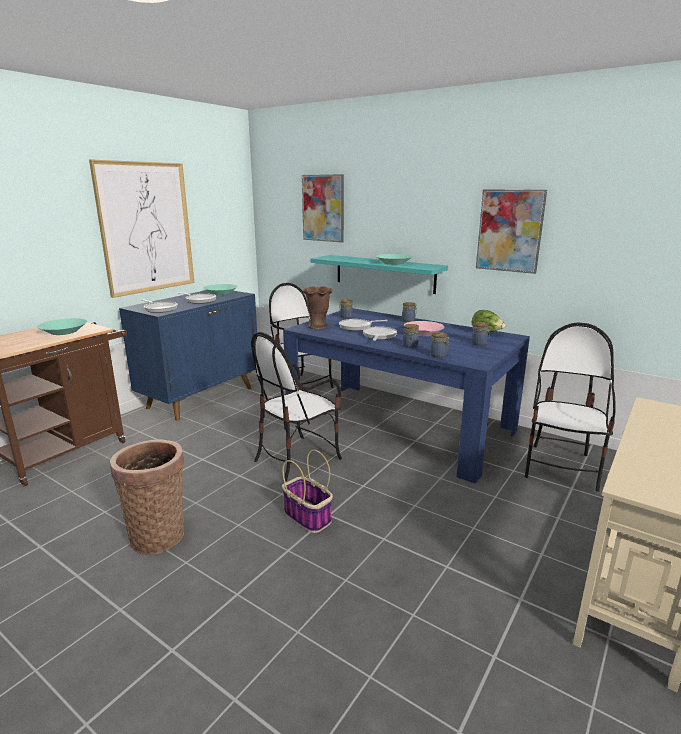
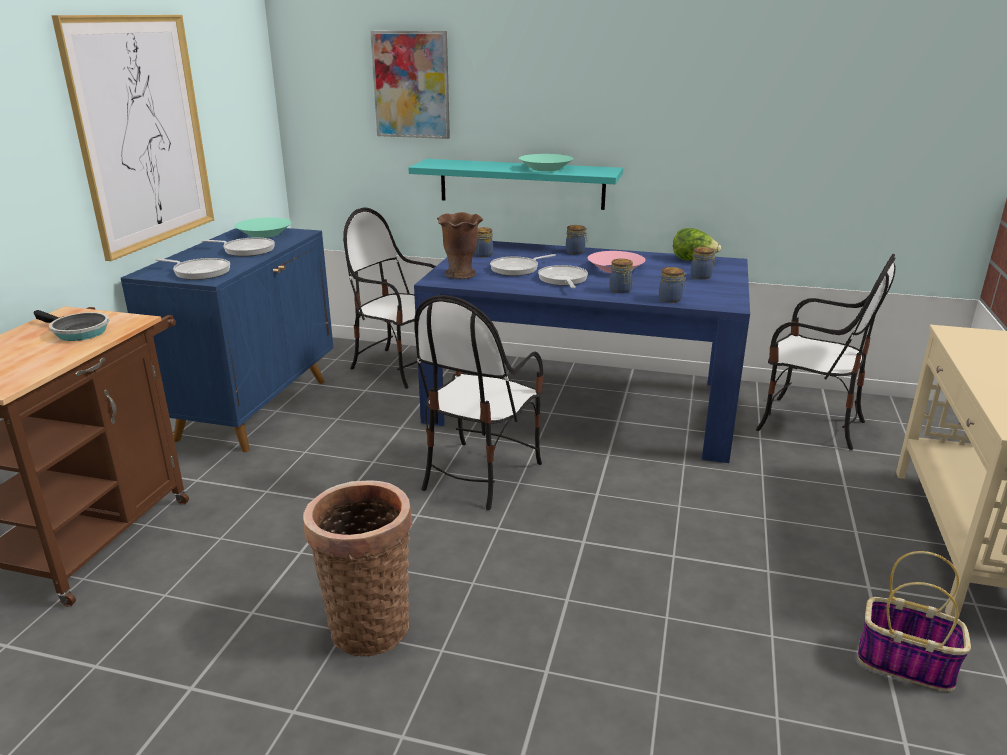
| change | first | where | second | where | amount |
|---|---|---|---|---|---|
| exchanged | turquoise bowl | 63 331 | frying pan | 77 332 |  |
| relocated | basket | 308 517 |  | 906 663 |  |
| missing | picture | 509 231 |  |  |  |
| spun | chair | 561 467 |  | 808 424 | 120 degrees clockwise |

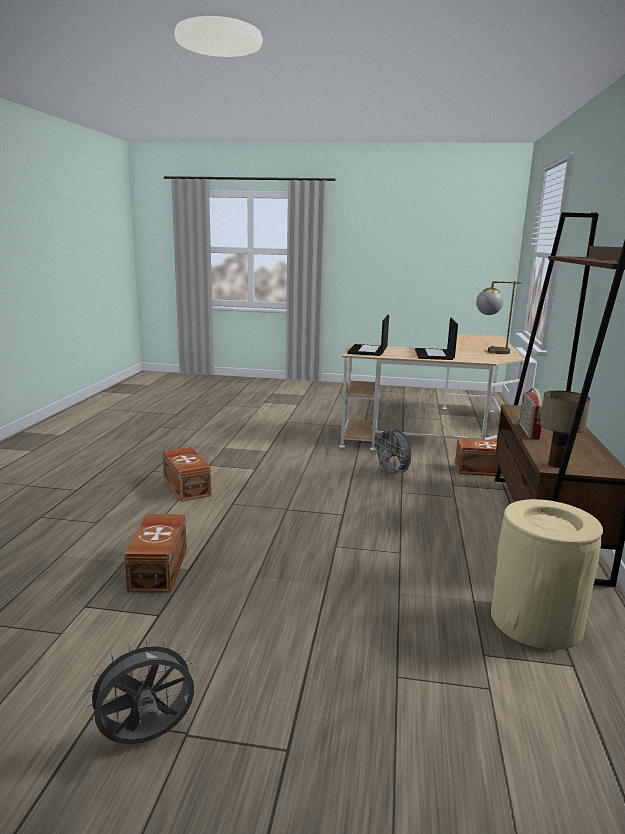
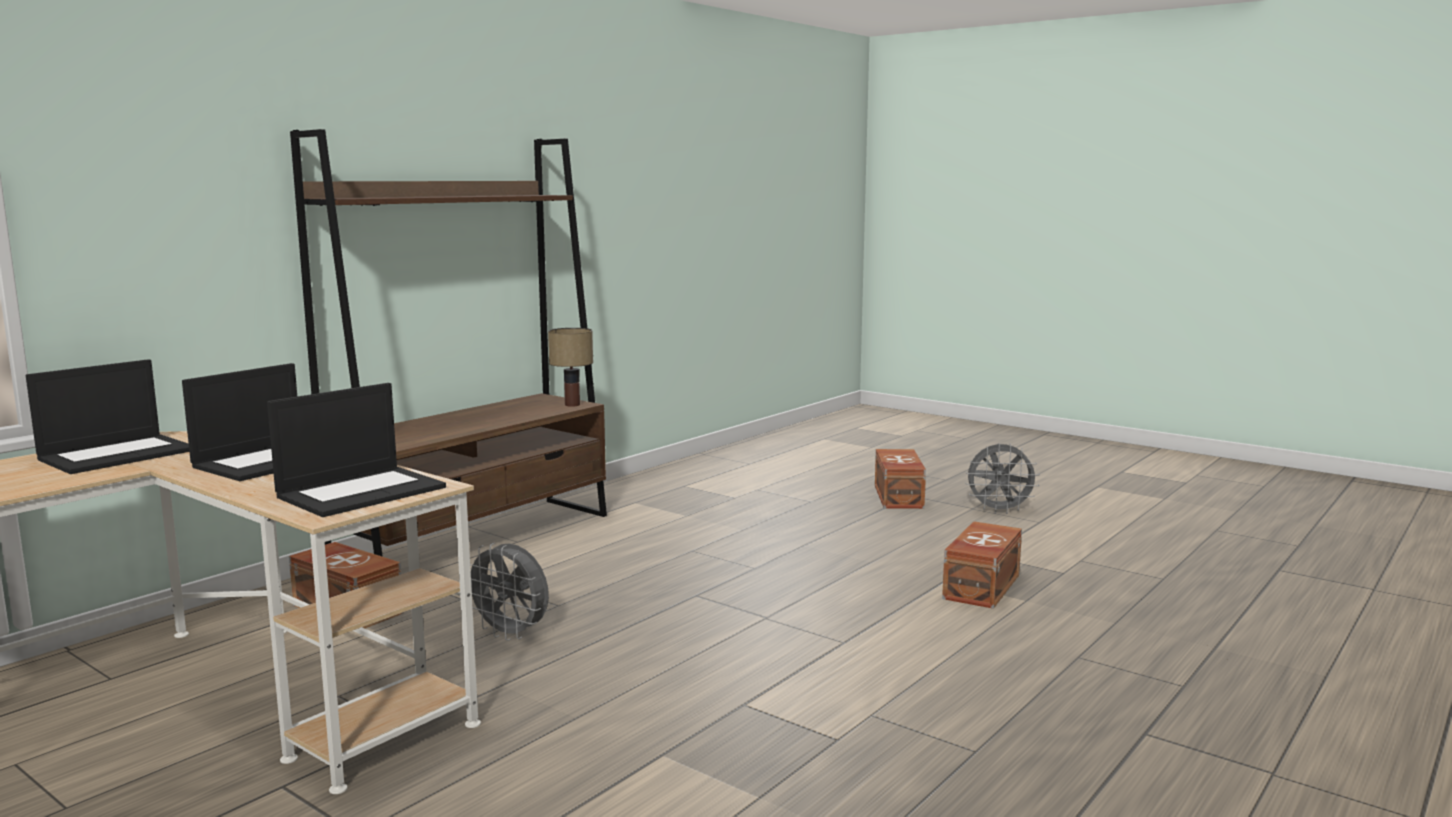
| change | first | where | second | where | amount |
|---|---|---|---|---|---|
| relocated | brown storage box | 187 486 |  | 897 497 |  |
| spun | grey fan | 392 474 |  | 511 634 | 120 degrees clockwise |
| exchanged | table lamp | 490 351 | laptop | 118 454 |  |
| missing | beige trash can | 536 621 |  |  |  |
| missing | radio | 528 431 |  |  |  |

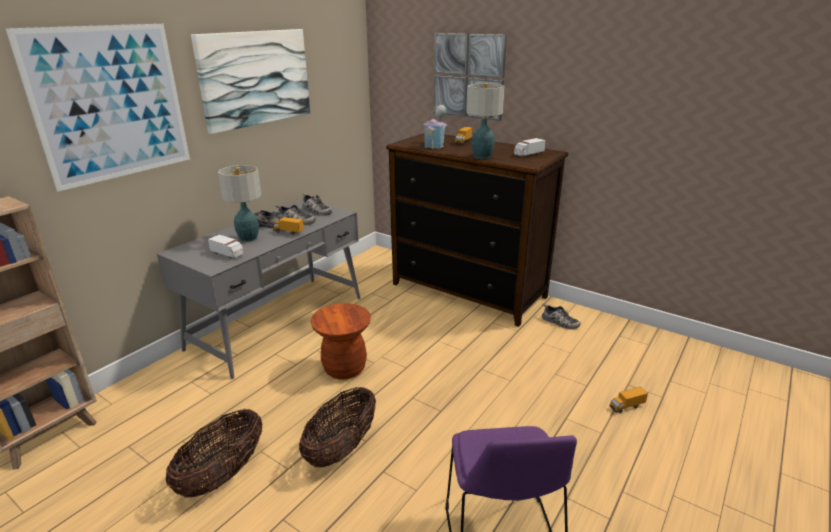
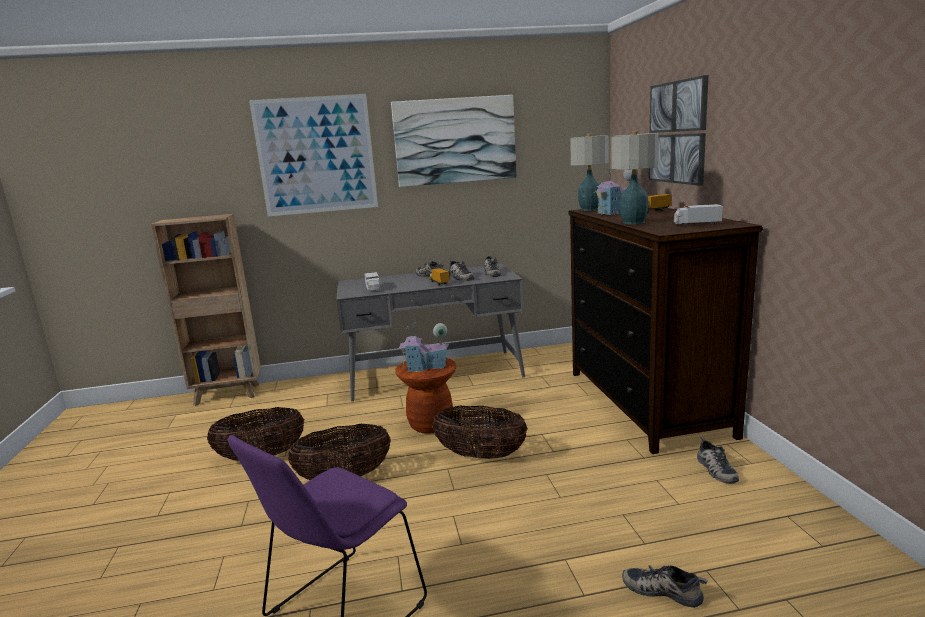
| change | first | where | second | where | amount |
|---|---|---|---|---|---|
| relocated | table lamp | 248 238 |  | 589 209 |  |
| exchanged | toy truck | 626 406 | shoe | 663 590 |  |
| appeared |  |  | toy house | 425 367 |  |
| appeared |  |  | basket | 480 455 |  |

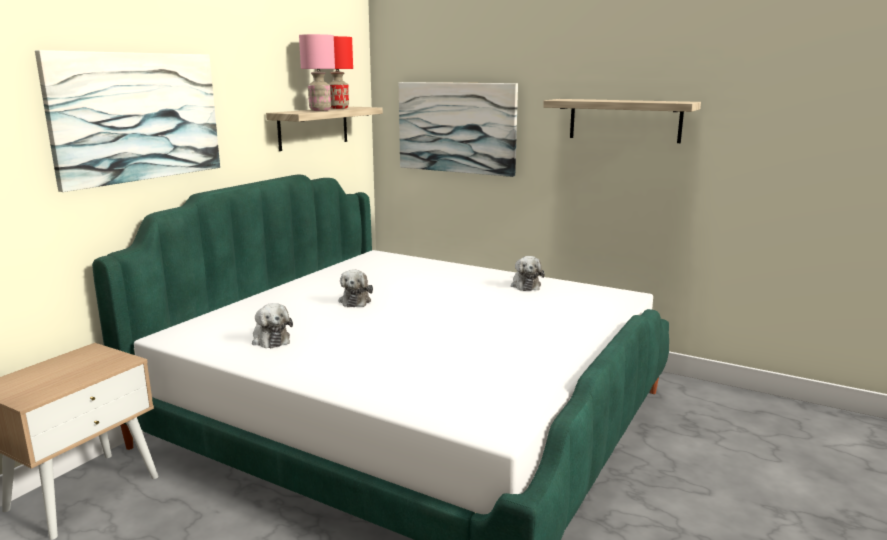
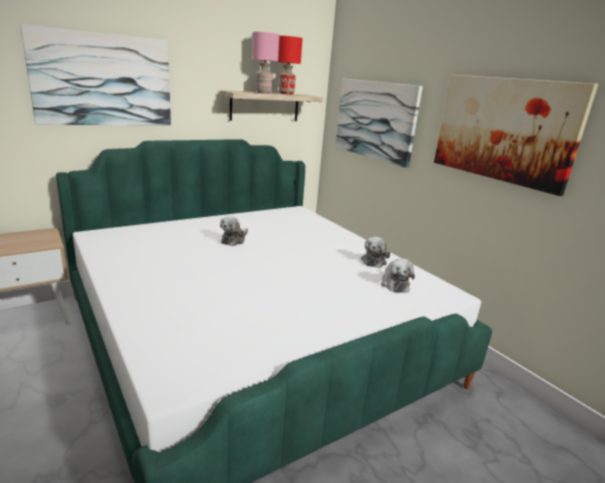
| change | first | where | second | where | amount |
|---|---|---|---|---|---|
| relocated | plush toy | 270 339 |  | 394 284 |  |
| exchanged | shelf | 624 120 | picture | 503 129 |  |

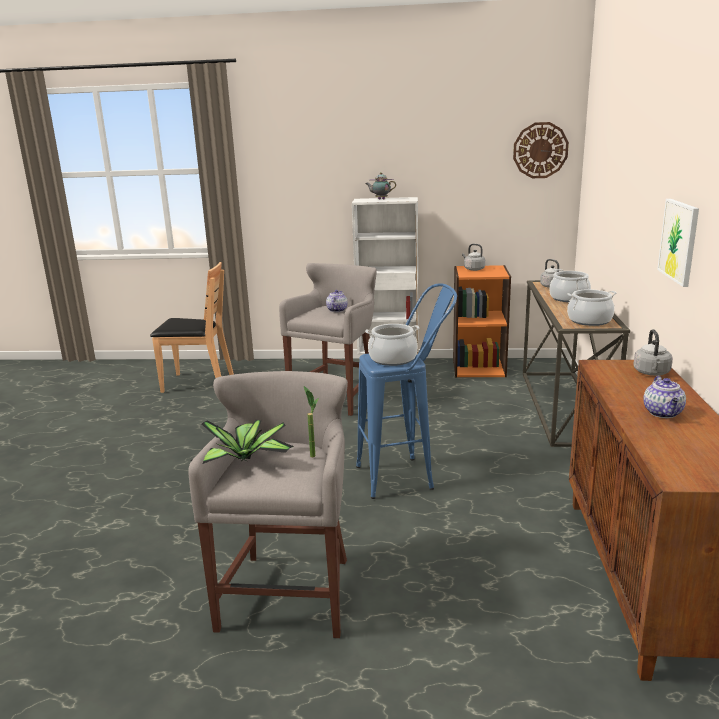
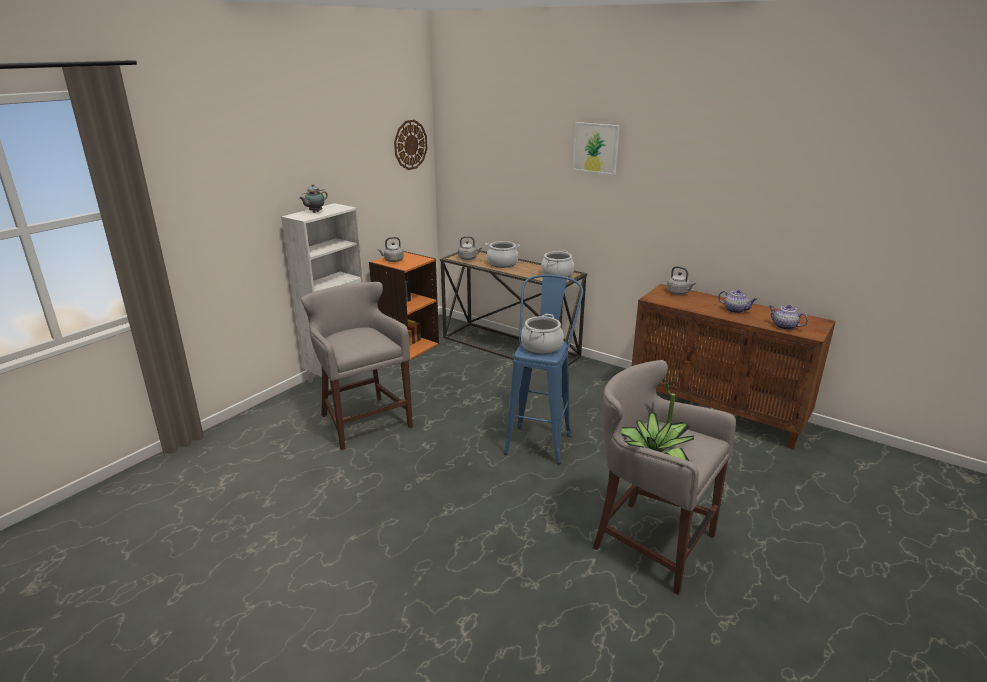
| change | first | where | second | where | amount |
|---|---|---|---|---|---|
| missing | brown chair | 197 383 |  |  |  |
| relocated | teapot | 337 310 |  | 784 326 |  |
| relocated | picture | 679 241 |  | 596 148 |  |

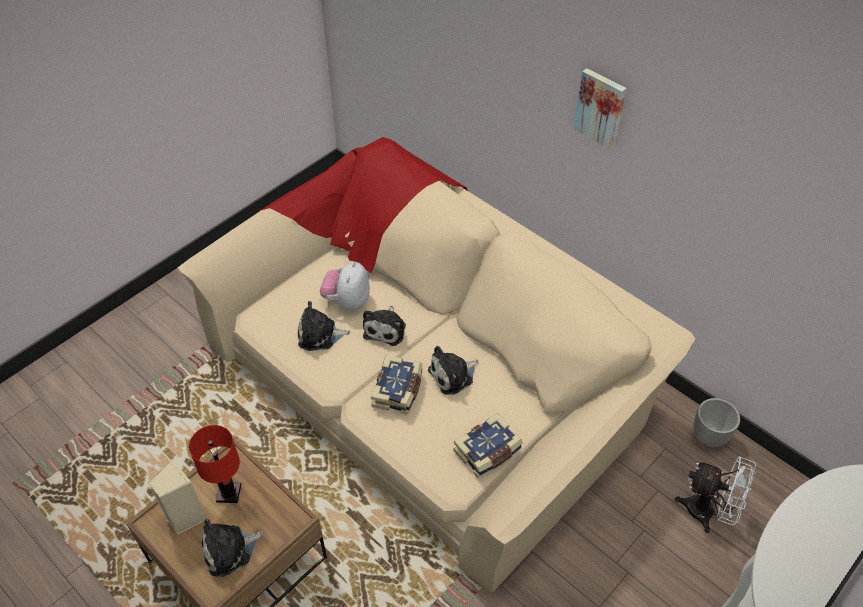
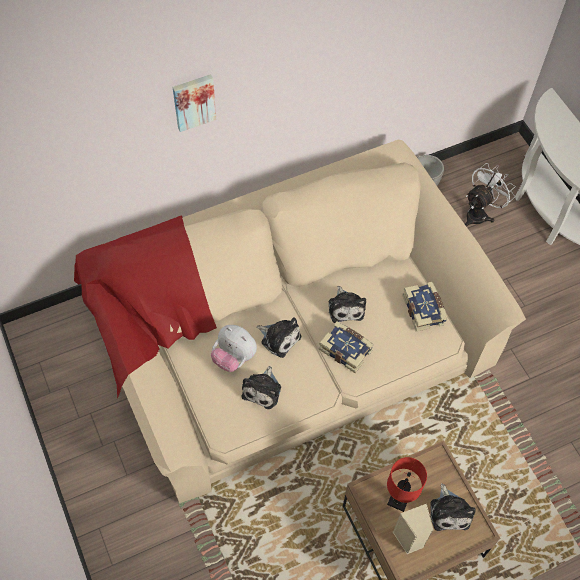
| change | first | where | second | where | amount |
|---|---|---|---|---|---|
| relocated | picture | 601 107 |  | 194 101 |  |

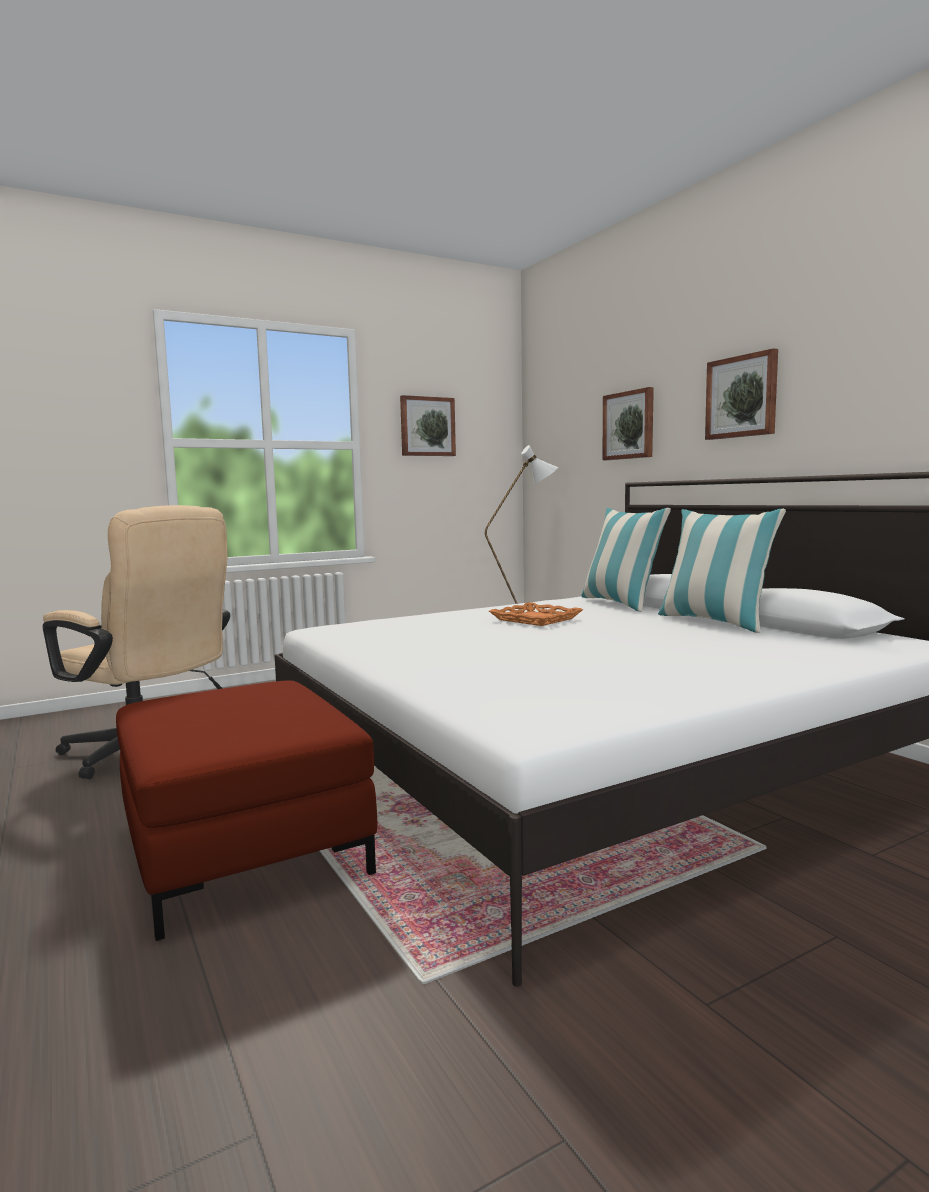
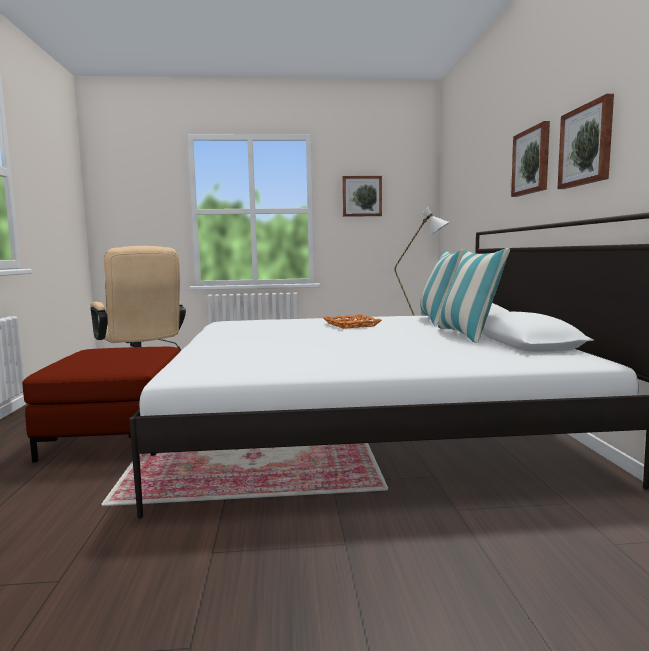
| change | first | where | second | where | amount |
|---|---|---|---|---|---|
| relocated | picture | 629 425 |  | 586 145 |  |

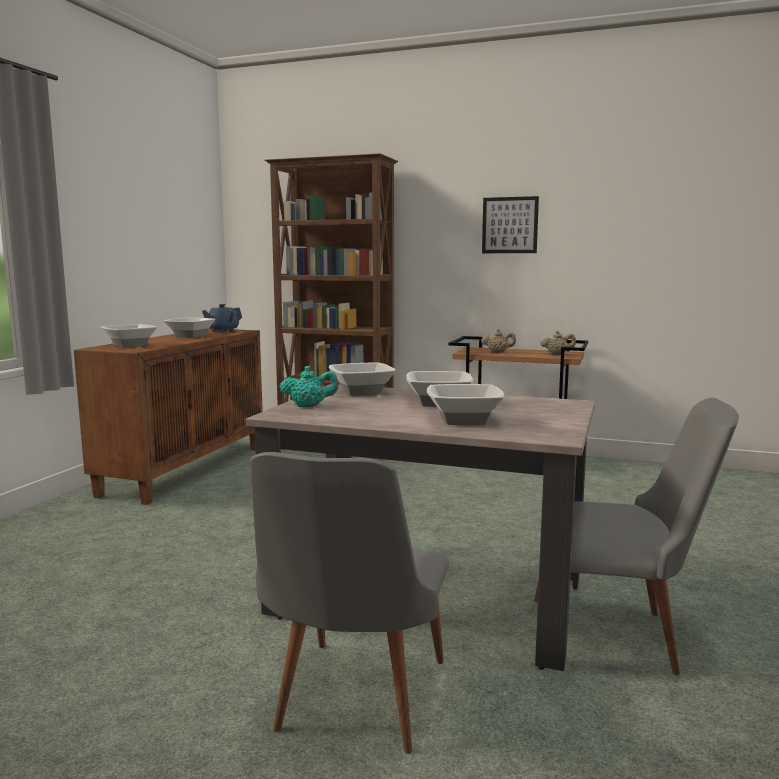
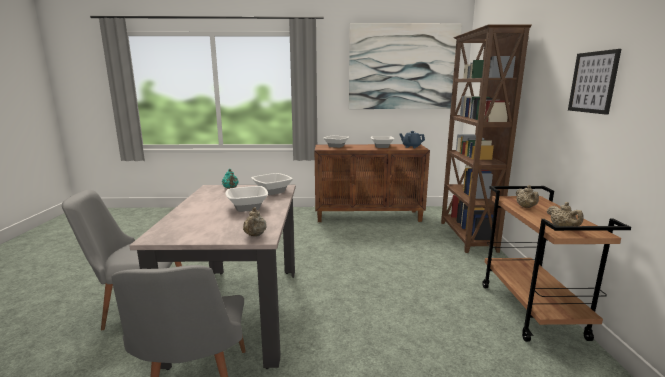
| change | first | where | second | where | amount |
|---|---|---|---|---|---|
| missing | bowl | 463 420 |  |  |  |
| appeared |  |  | beige teapot | 255 235 |  |
| appeared |  |  | picture | 403 67 |  |

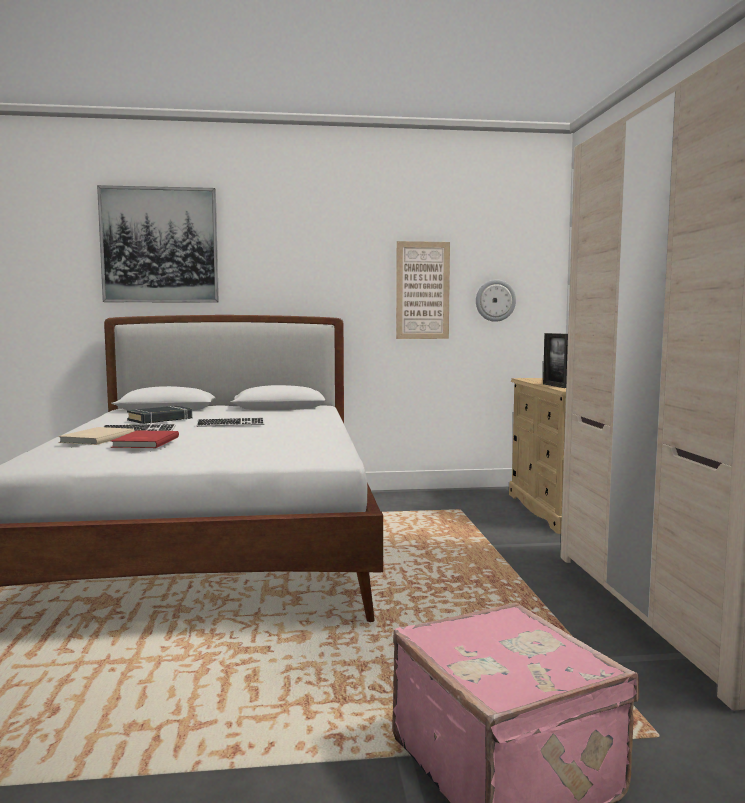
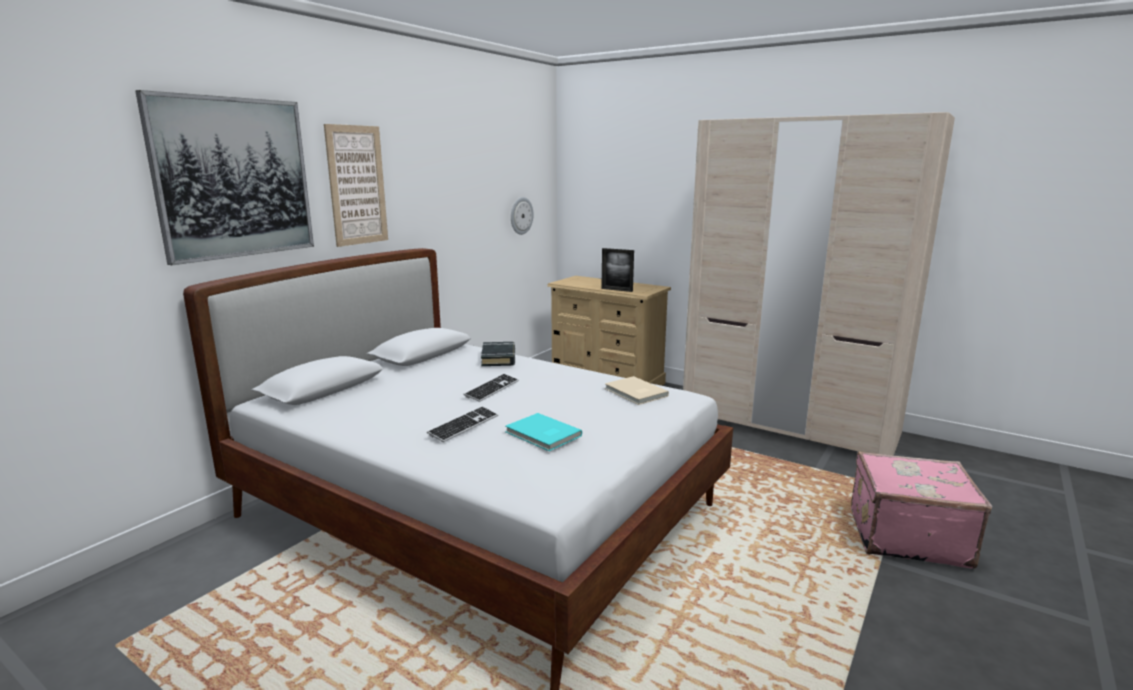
| change | first | where | second | where | amount |
|---|---|---|---|---|---|
| relocated | beige book | 95 438 |  | 635 393 |  |
| colour | red book | 144 442 | turquoise book | 542 435 |  |
| relocated | black book | 160 419 |  | 498 358 |  |
| relocated | picture | 422 290 |  | 357 185 |  |

